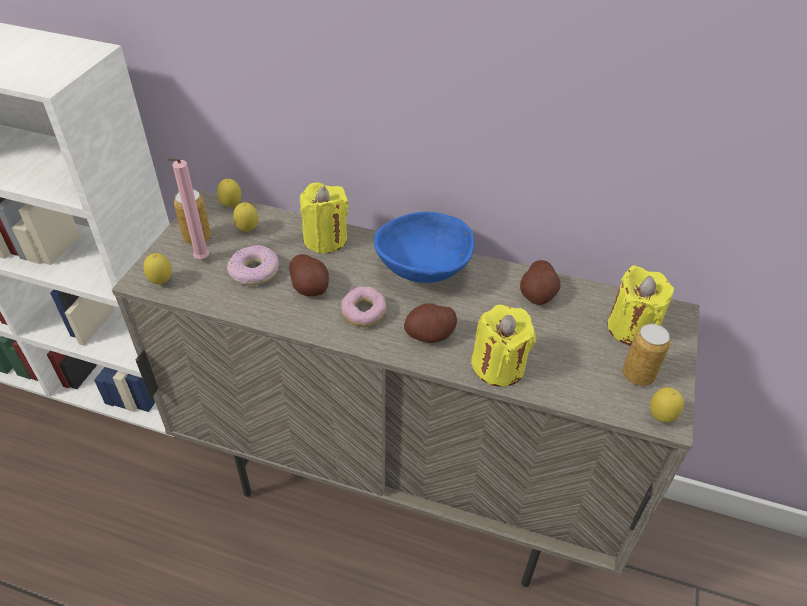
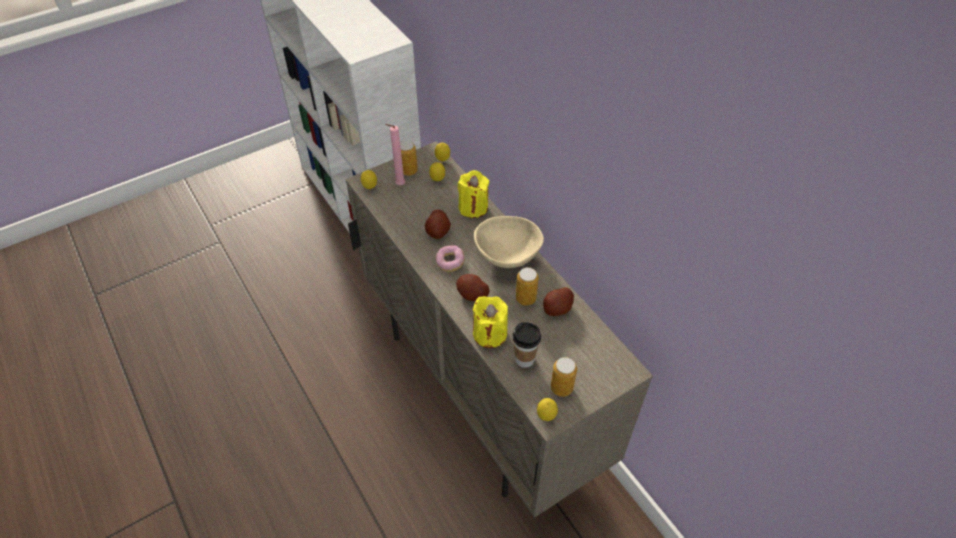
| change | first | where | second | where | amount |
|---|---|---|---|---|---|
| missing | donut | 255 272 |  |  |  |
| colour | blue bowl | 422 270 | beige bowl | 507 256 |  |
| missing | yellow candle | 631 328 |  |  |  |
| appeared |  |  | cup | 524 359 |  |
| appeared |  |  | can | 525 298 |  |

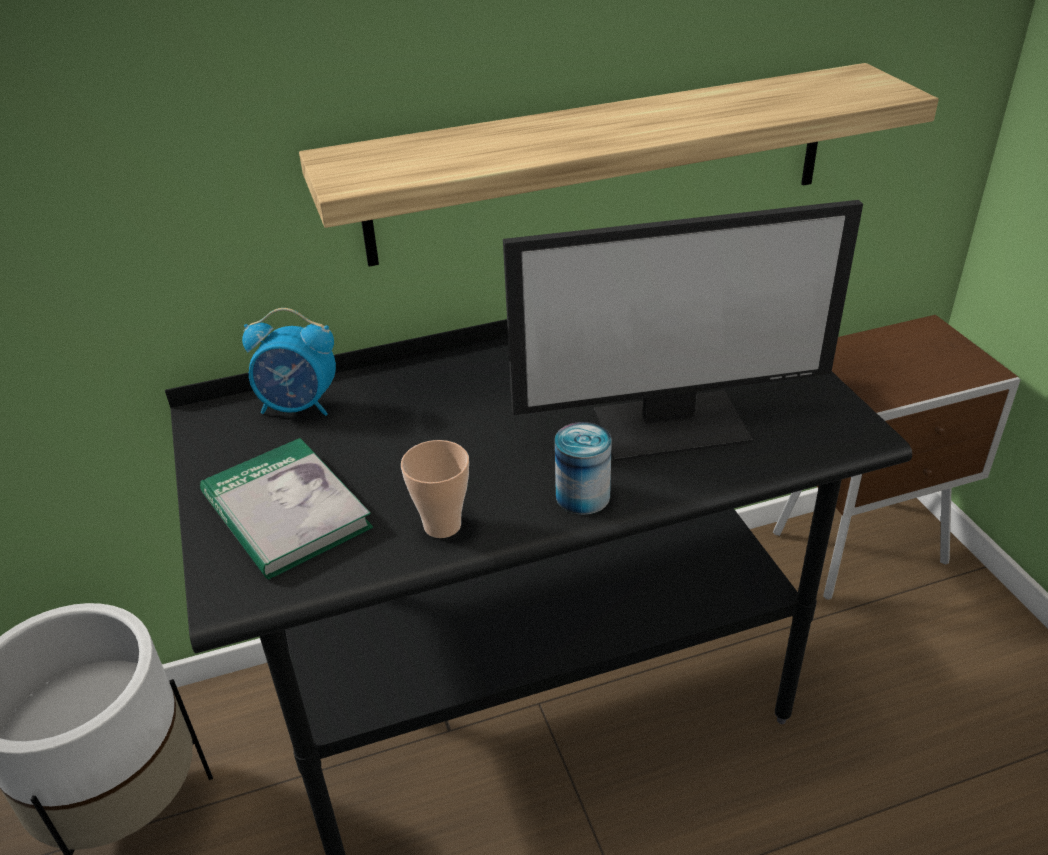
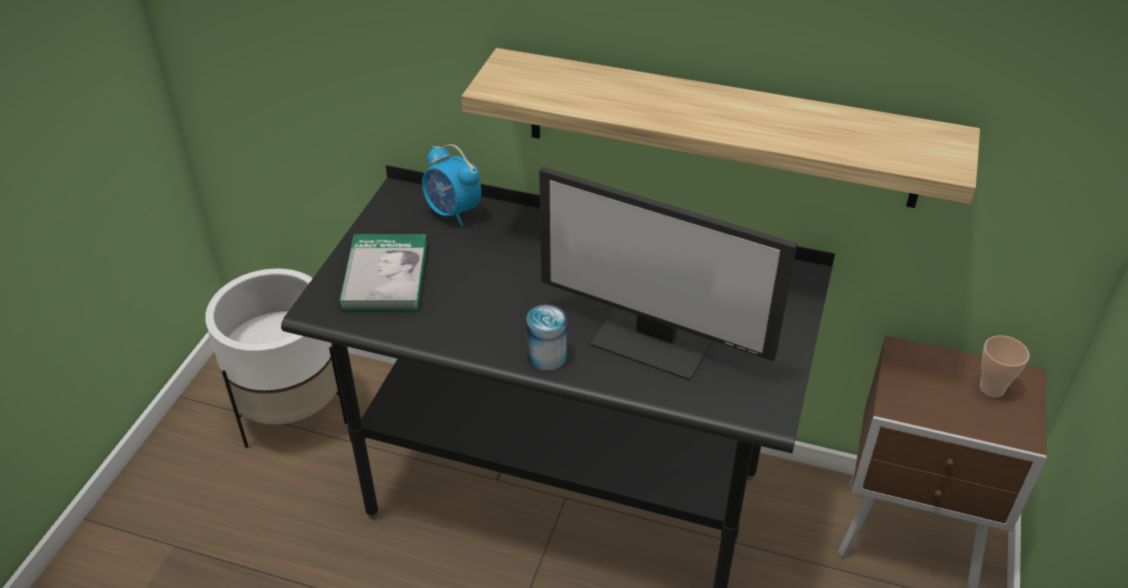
| change | first | where | second | where | amount |
|---|---|---|---|---|---|
| relocated | cup | 442 525 |  | 991 388 |  |

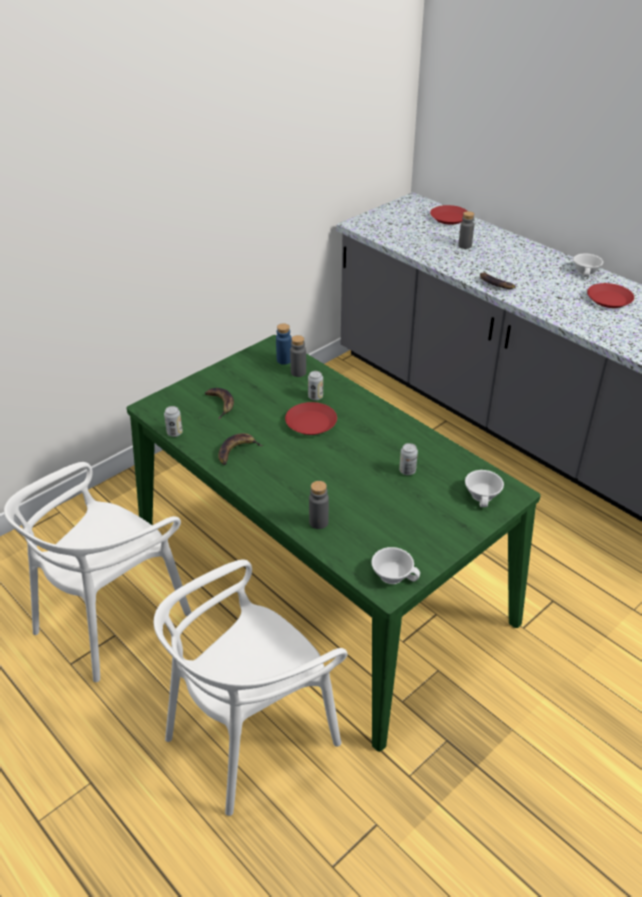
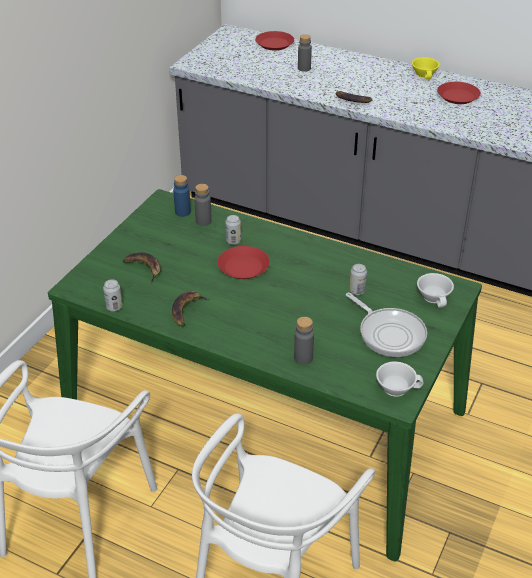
| change | first | where | second | where | amount |
|---|---|---|---|---|---|
| colour | white cup | 586 272 | yellow cup | 425 74 |  |
| appeared |  |  | frying pan | 389 333 |  |

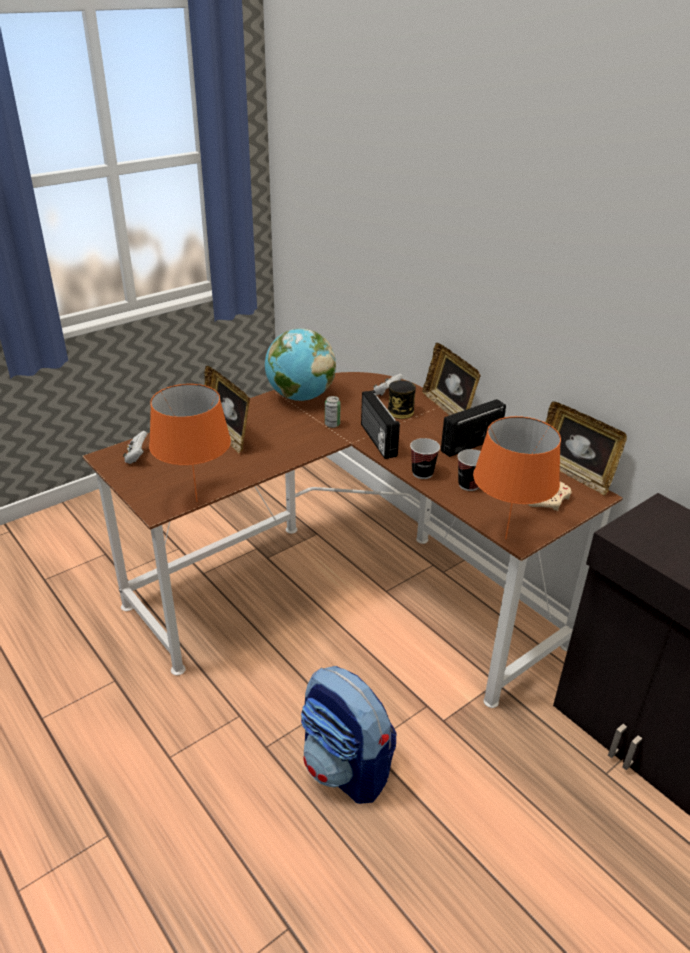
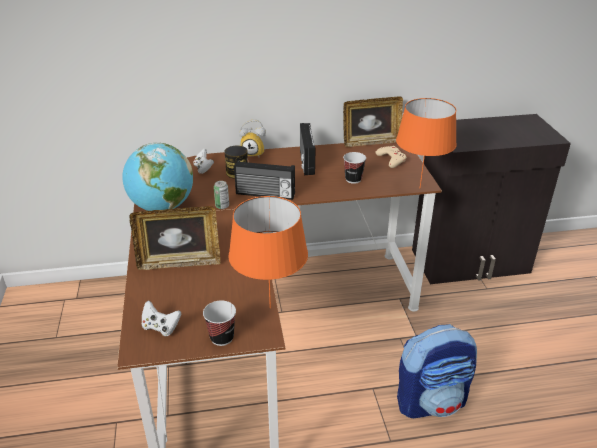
| change | first | where | second | where | amount |
|---|---|---|---|---|---|
| relocated | cup | 422 473 |  | 222 337 |  |
| exchanged | picture frame | 448 408 | alarm clock | 254 153 |  |

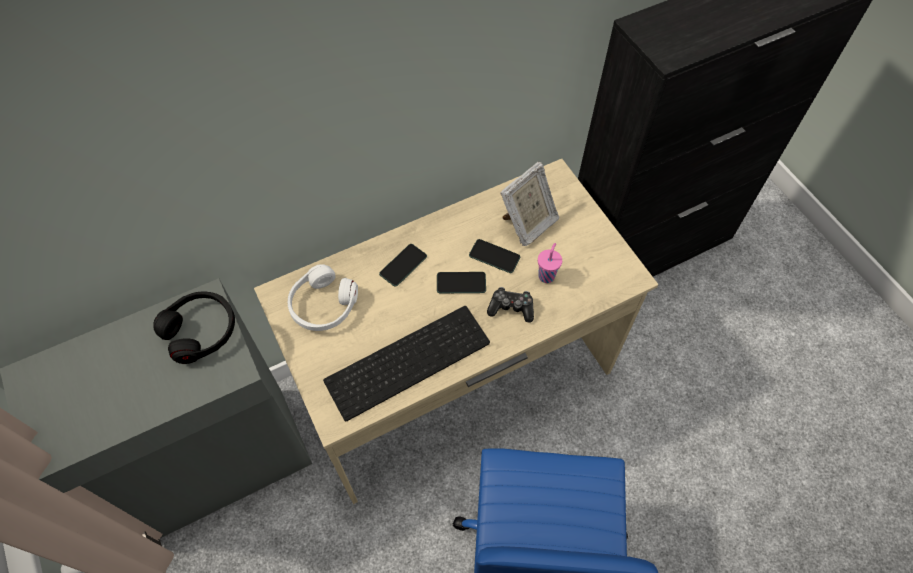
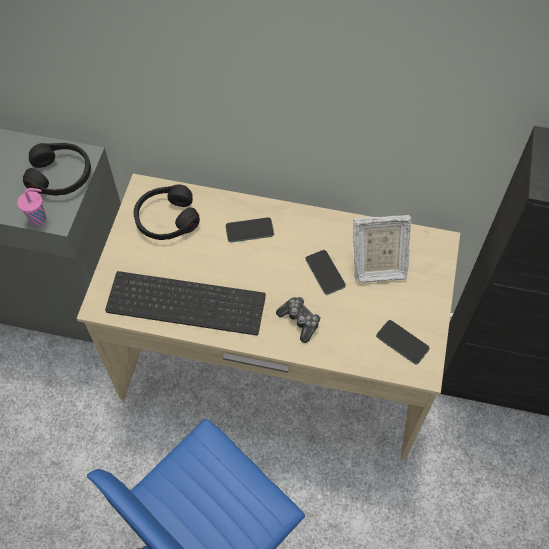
| change | first | where | second | where | amount |
|---|---|---|---|---|---|
| colour | white headphones | 323 305 | black headphones | 166 219 |  |
| relocated | phone | 461 283 |  | 402 342 |  |
| relocated | pink cup | 546 275 |  | 39 219 |  |

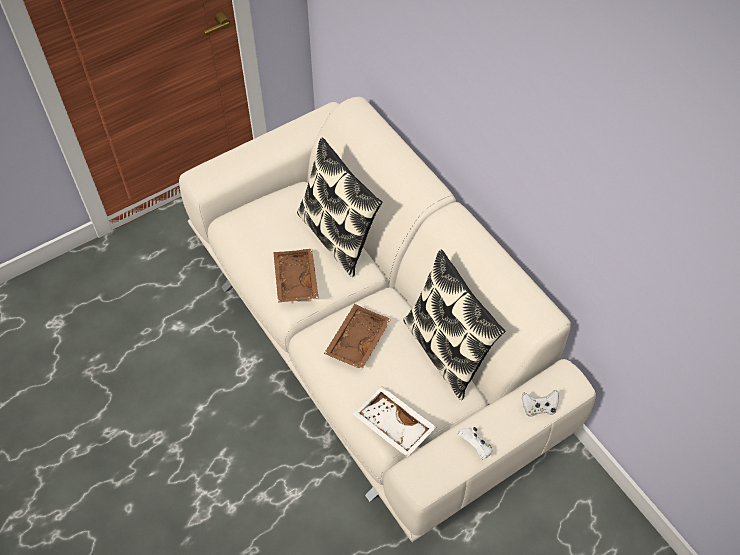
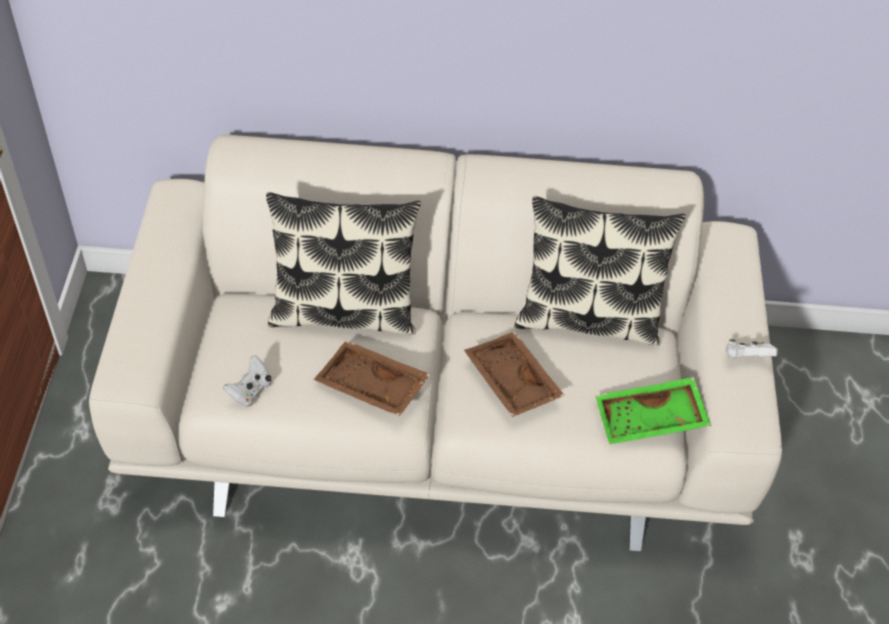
| change | first | where | second | where | amount |
|---|---|---|---|---|---|
| colour | white tray | 392 426 | green tray | 650 421 |  |
| relocated | white game controller | 538 408 |  | 250 391 |  |

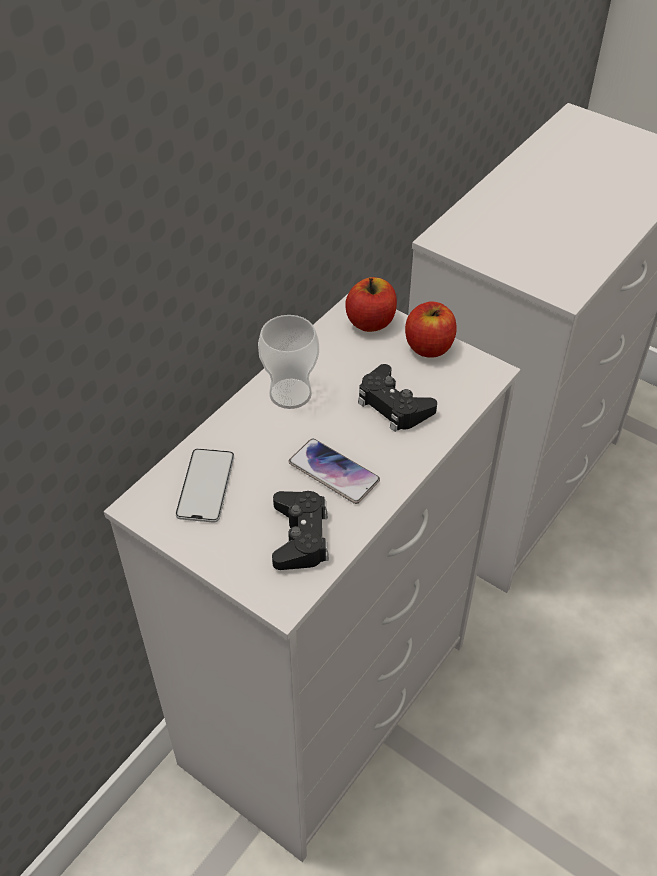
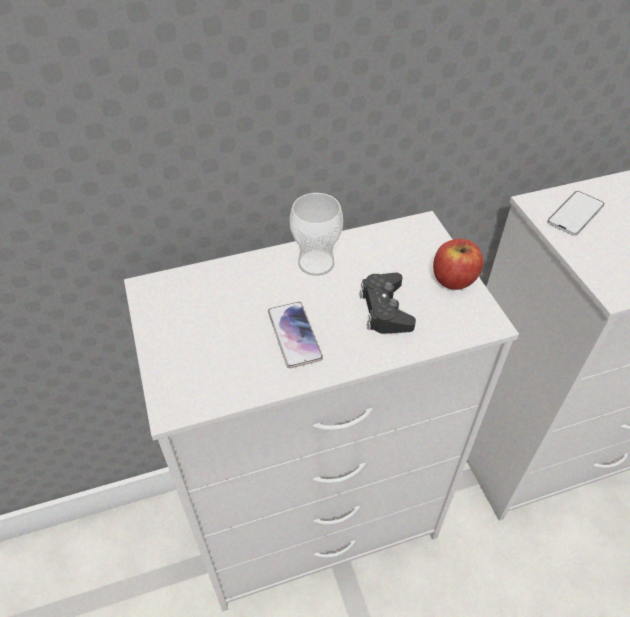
| change | first | where | second | where | amount |
|---|---|---|---|---|---|
| relocated | phone | 205 485 |  | 575 213 |  |
| missing | black game controller | 300 536 |  |  |  |
| missing | apple | 370 322 |  |  |  |

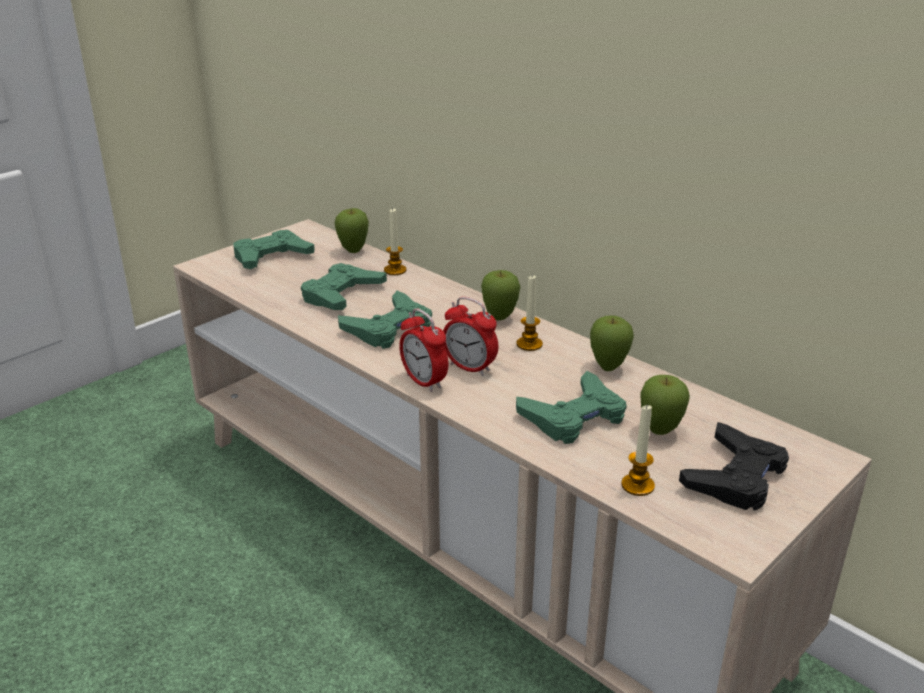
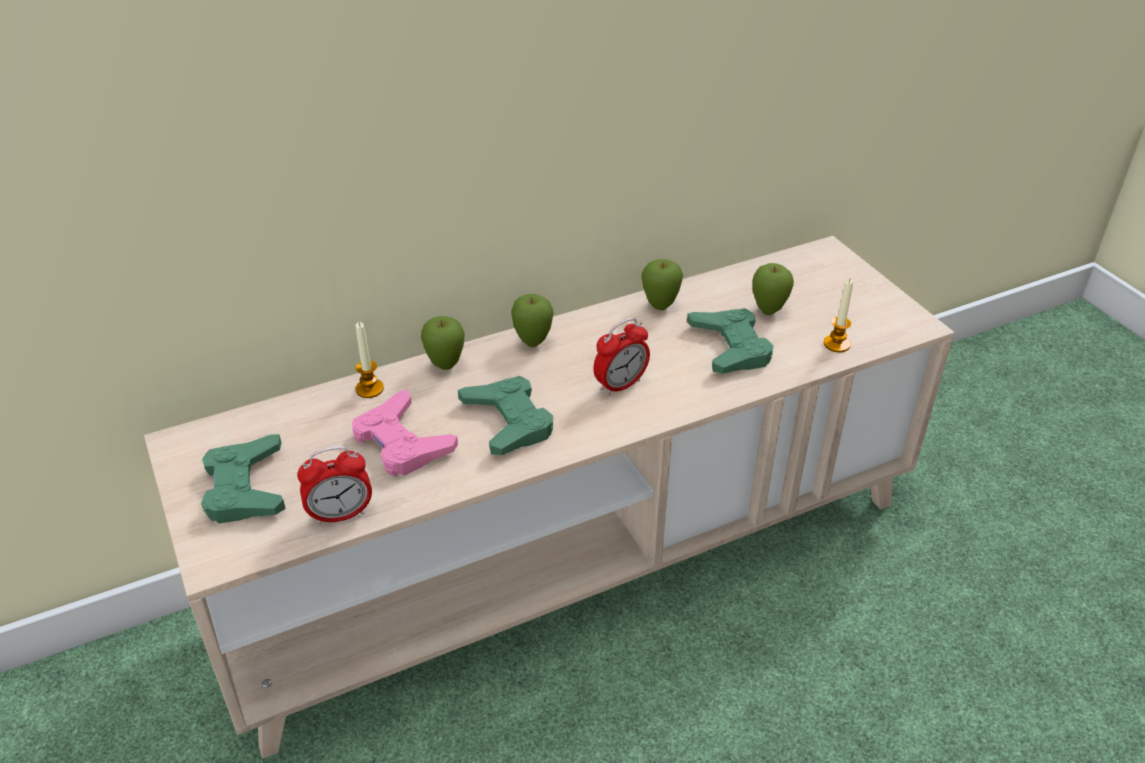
| change | first | where | second | where | amount |
|---|---|---|---|---|---|
| colour | green game controller | 342 294 | pink game controller | 402 442 |  |
| relocated | apple | 353 251 |  | 445 366 |  |
| relocated | alarm clock | 424 382 |  | 340 515 |  |
| missing | candle | 529 344 |  |  |  |
| missing | black game controller | 735 476 |  |  |  |

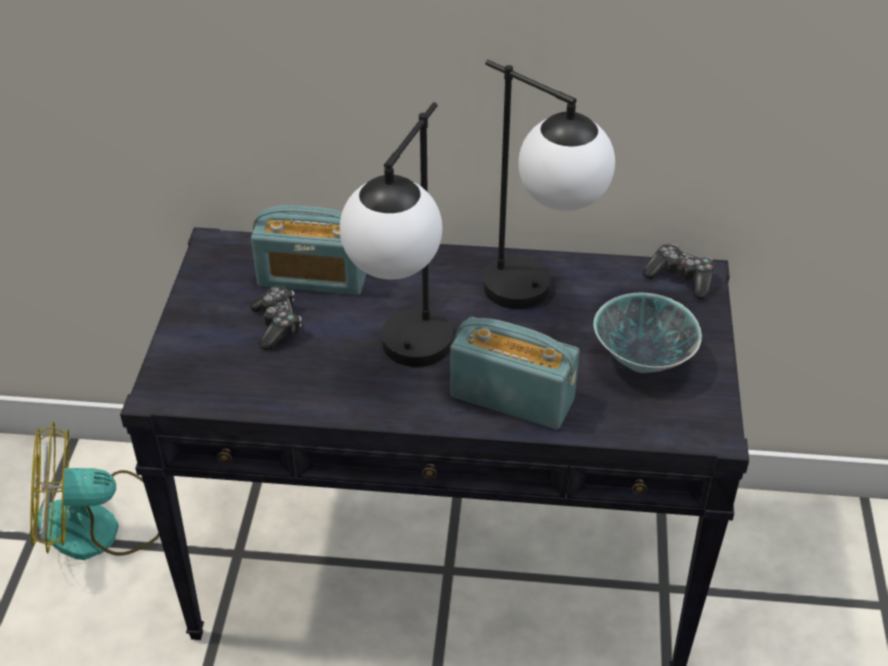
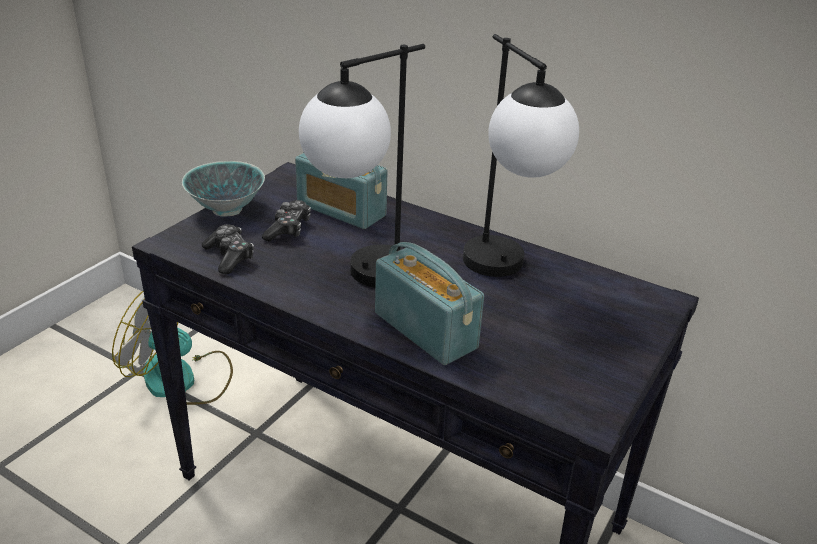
| change | first | where | second | where | amount |
|---|---|---|---|---|---|
| relocated | bowl | 641 360 |  | 226 210 |  |
| relocated | game controller | 680 278 |  | 229 257 |  |

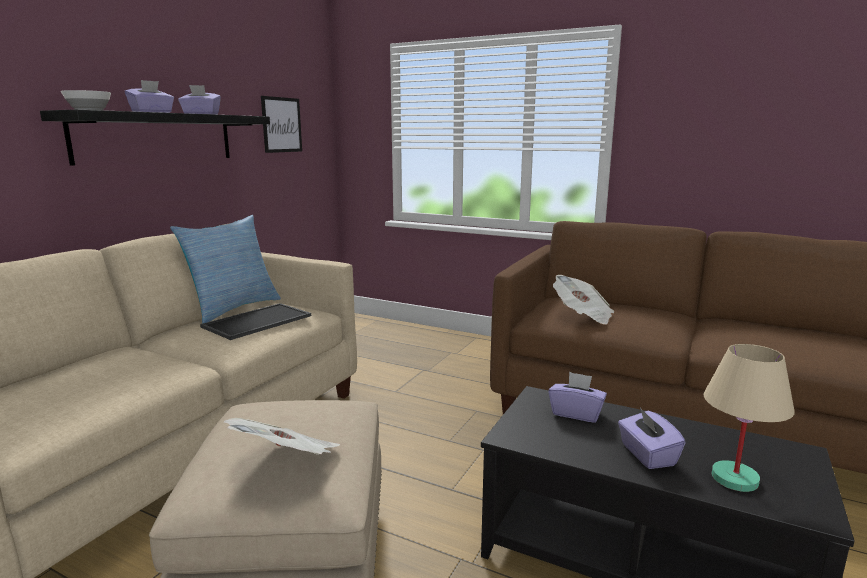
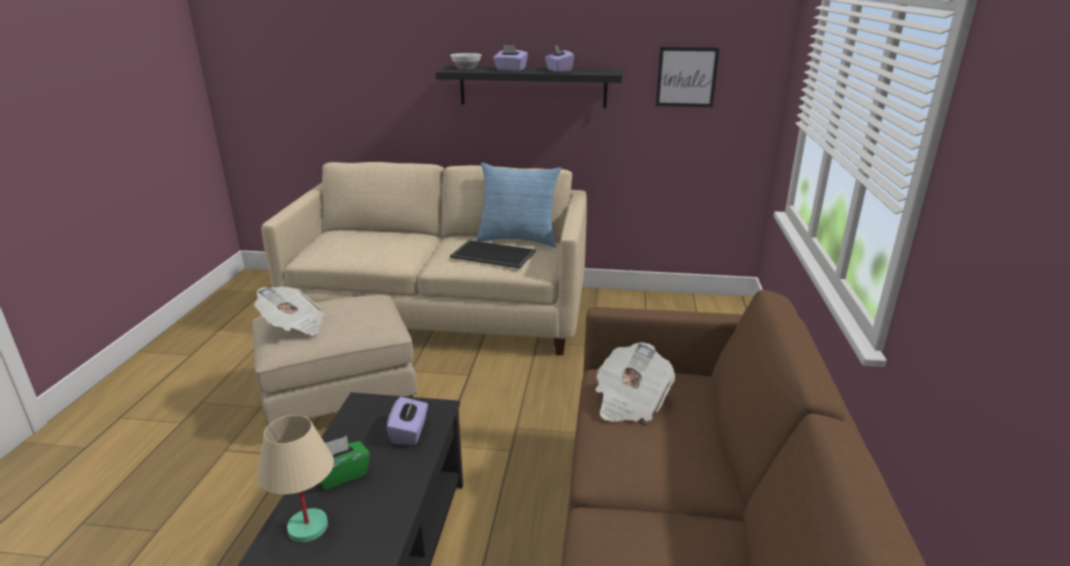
| change | first | where | second | where | amount |
|---|---|---|---|---|---|
| colour | purple tissue box | 647 455 | green tissue box | 342 475 |  |

